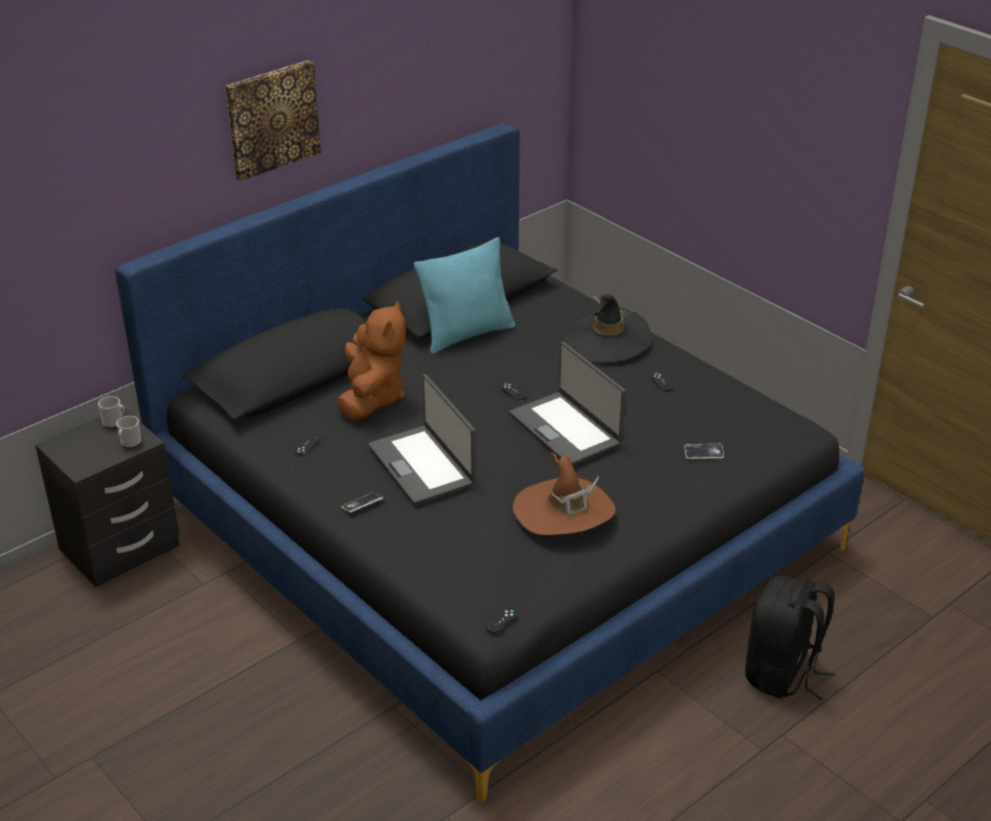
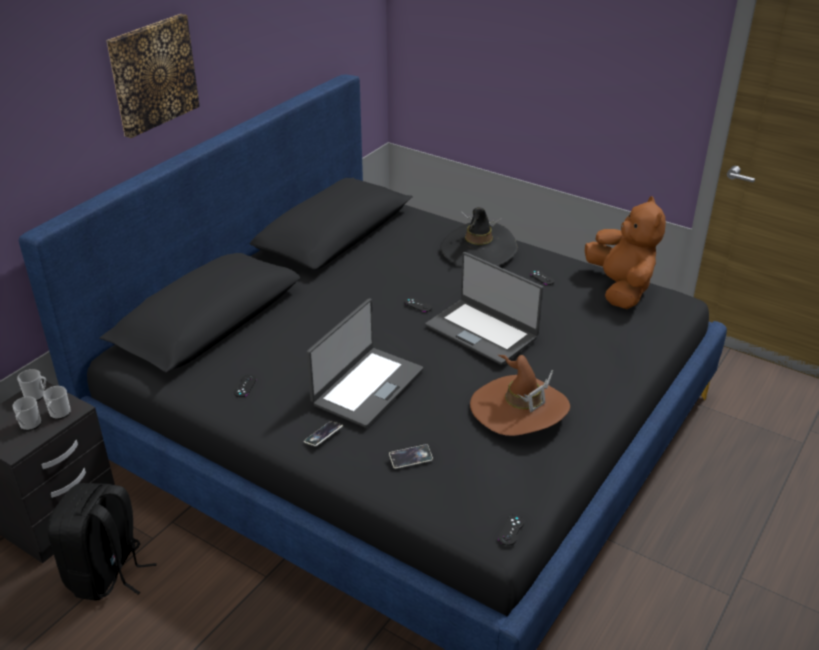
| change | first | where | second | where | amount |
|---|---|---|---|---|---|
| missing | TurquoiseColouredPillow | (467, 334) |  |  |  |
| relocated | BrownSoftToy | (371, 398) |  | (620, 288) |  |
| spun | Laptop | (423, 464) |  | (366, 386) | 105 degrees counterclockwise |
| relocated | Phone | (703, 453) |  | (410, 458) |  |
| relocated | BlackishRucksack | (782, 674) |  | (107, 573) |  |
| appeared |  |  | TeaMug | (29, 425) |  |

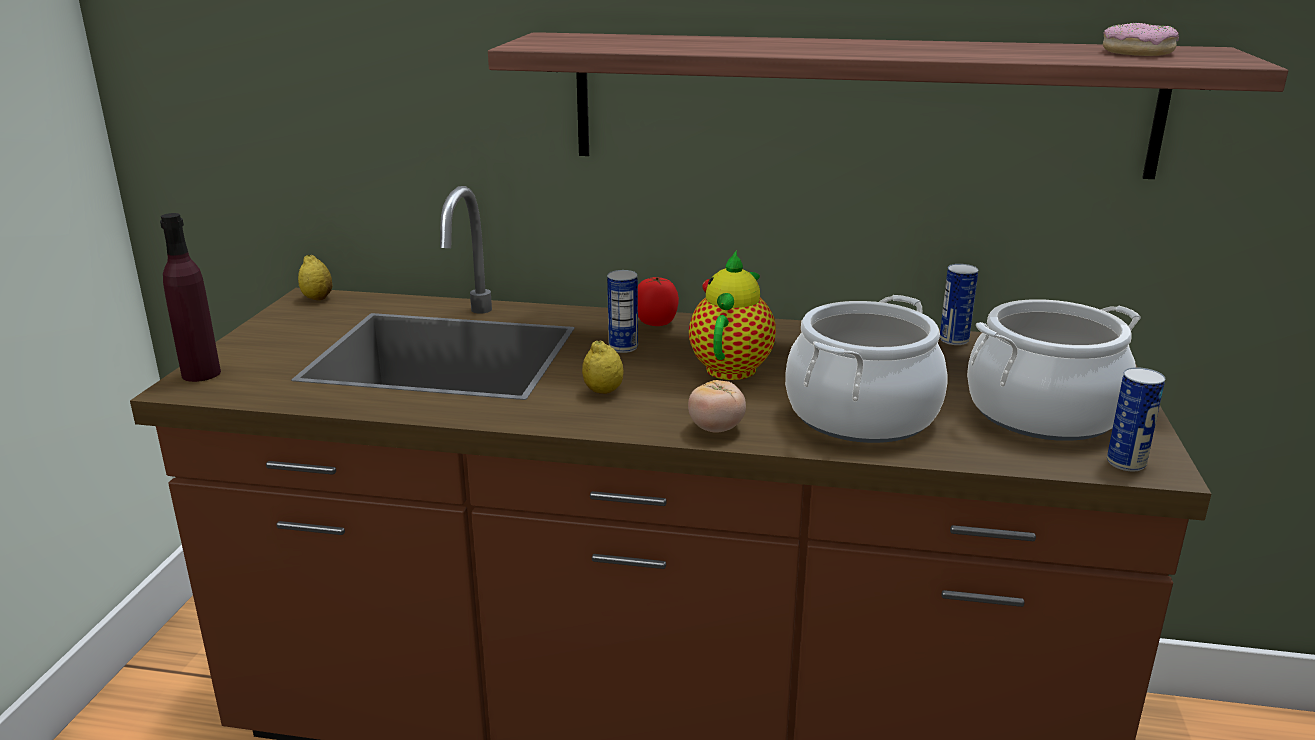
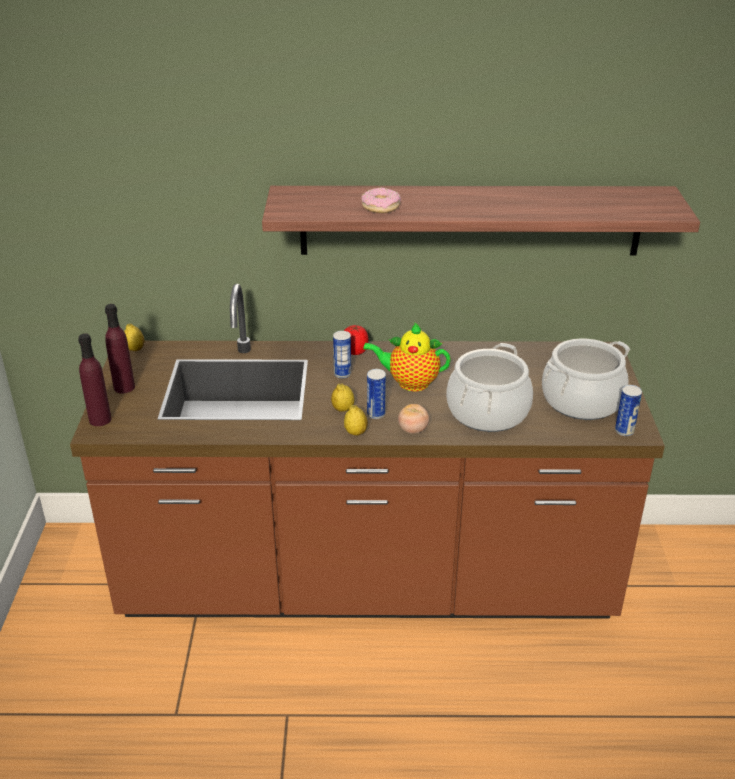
| change | first | where | second | where | amount |
|---|---|---|---|---|---|
| relocated | Donut | (1138, 52) |  | (381, 207) |  |
| spun | Teapot | (733, 366) |  | (409, 383) | 90 degrees counterclockwise |
| relocated | SealedCan | (954, 340) |  | (376, 414) |  |
| appeared |  |  | PurpleBeverageBottle | (124, 387) |  |
| appeared |  |  | WholeLemon | (356, 433) |  |

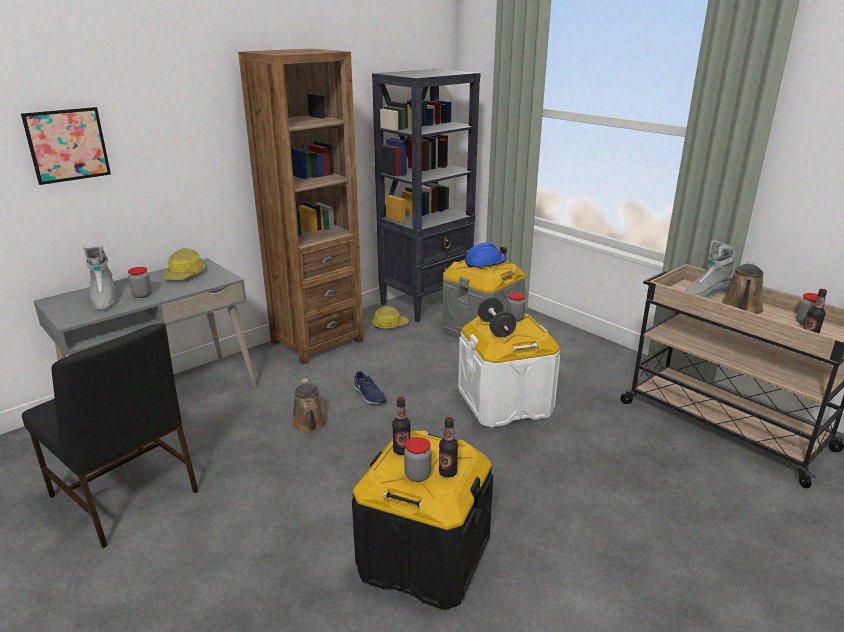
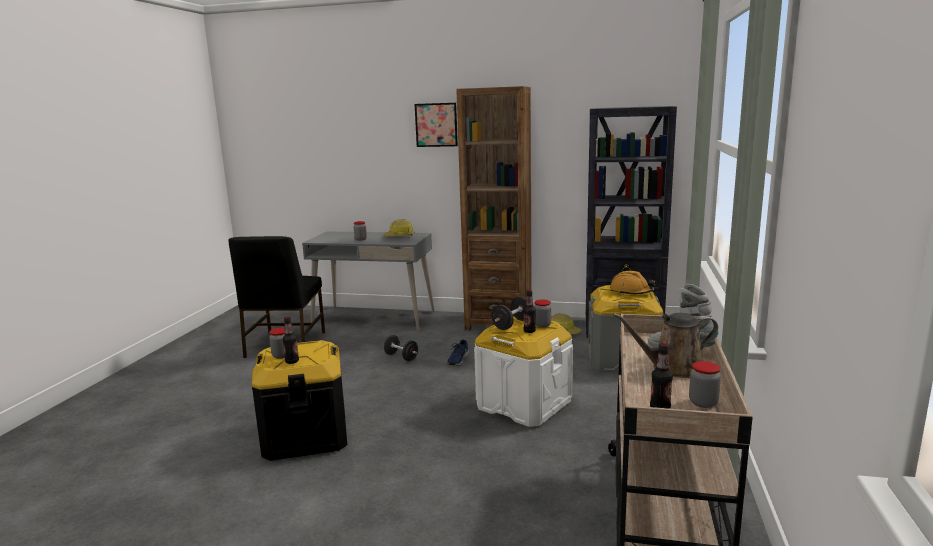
| change | first | where | second | where | amount |
|---|---|---|---|---|---|
| relocated | WallArt | (67, 145) |  | (436, 125) |  |
| colour | BlueWorkHelmet | (485, 263) | OrangeWorkHelmet | (631, 292) |  |
| missing | GrayHighTopBoot | (104, 301) |  |  |  |
| exchanged | BrownSprinklingCan | (310, 424) | BlackishHandWeight | (401, 357) |  |
| relocated | BeverageBottle | (401, 450) |  | (529, 331) |  |

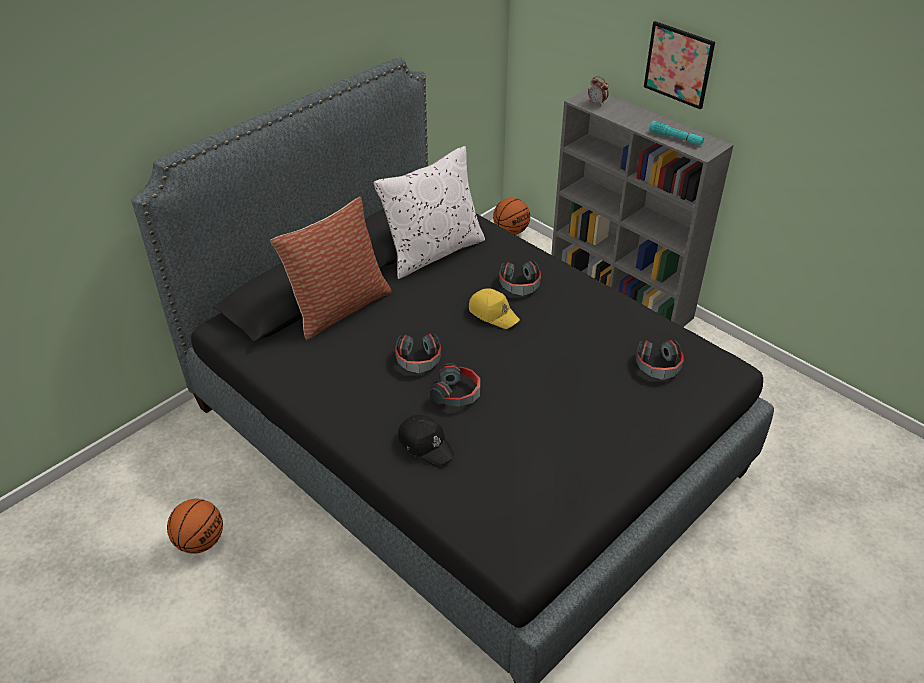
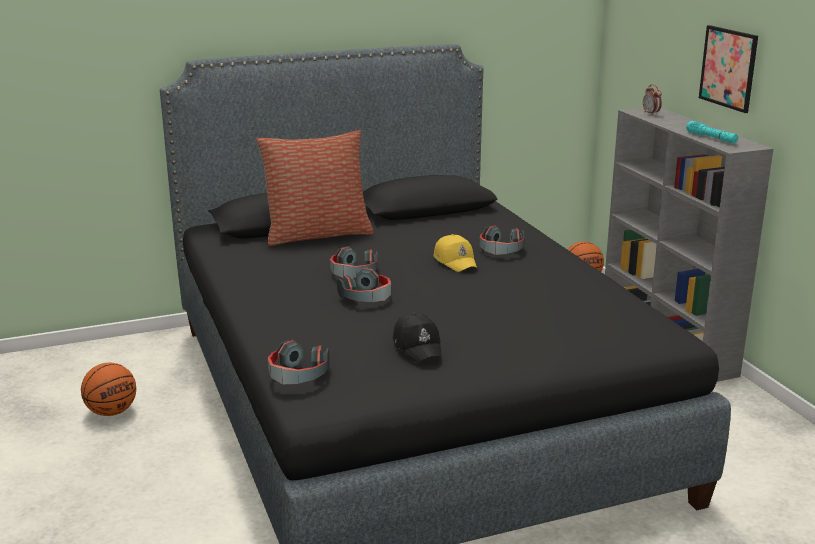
| change | first | where | second | where | amount |
|---|---|---|---|---|---|
| missing | WhitePillow | (433, 251) |  |  |  |
| relocated | Headphones | (658, 366) |  | (297, 375) |  |
| relocated | BlackishCap | (426, 444) |  | (418, 346) |  |

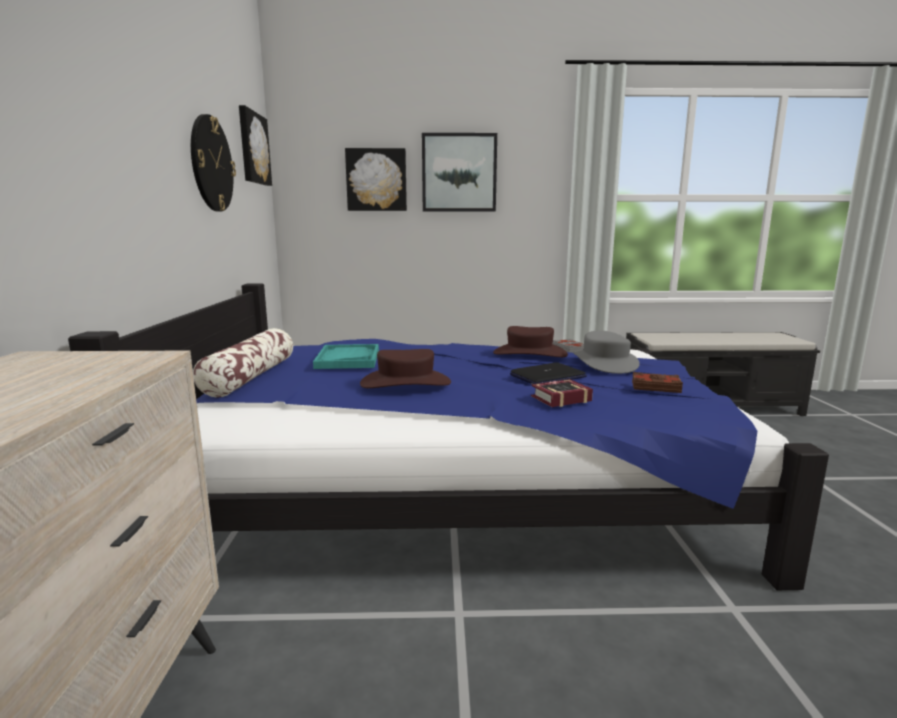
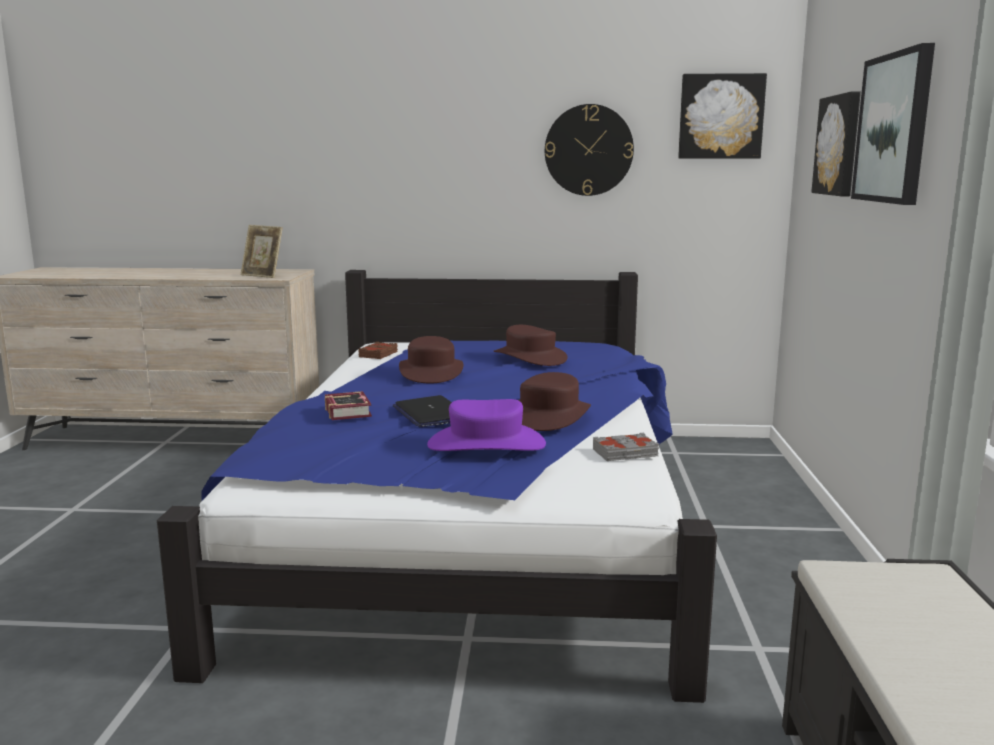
| change | first | where | second | where | amount |
|---|---|---|---|---|---|
| missing | Pillow | (250, 377) |  |  |  |
| colour | GrayWearableHat | (605, 363) | PurpleWearableHat | (486, 444) |  |
| exchanged | TurquoiseColouredTray | (348, 359) | BrownWearableHat | (530, 357) |  |
| relocated | BrownBook | (655, 387) |  | (379, 354) |  |
| appeared |  |  | StandingFrame | (263, 276) |  |

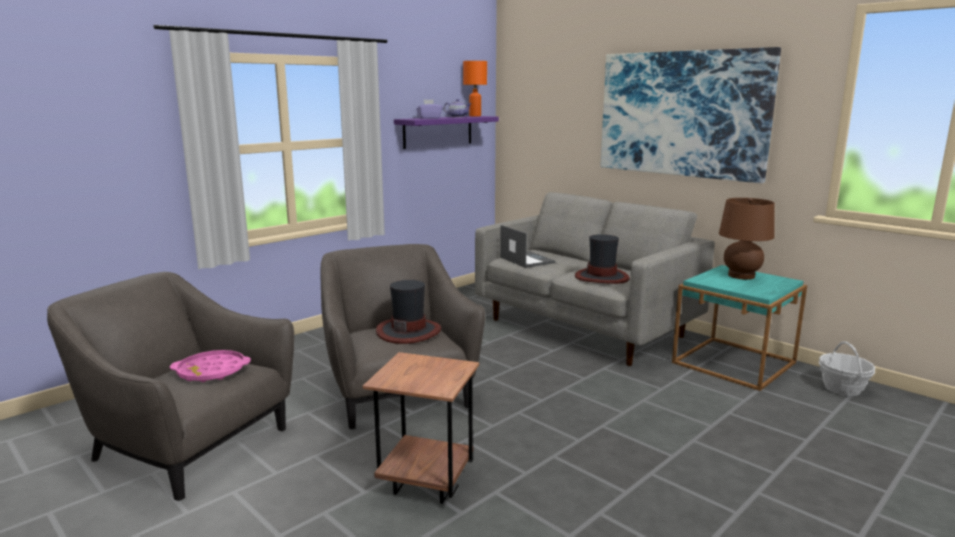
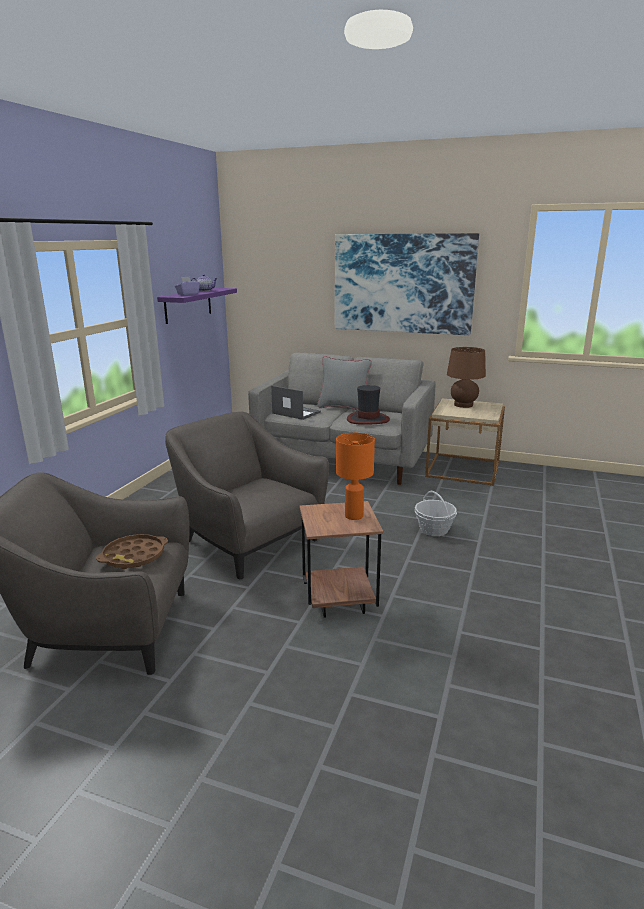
| change | first | where | second | where | amount |
|---|---|---|---|---|---|
| relocated | OrangeTabletopLamp | (474, 116) |  | (353, 516) |  |
| colour | TurquoiseColouredEndTable | (733, 362) | BeigeColouredEndTable | (463, 469) |  |
| missing | WearableHat | (409, 331) |  |  |  |
| relocated | HouseholdBasket | (842, 388) |  | (434, 529) |  |
| colour | PinkTray | (211, 371) | BrownTray | (134, 556) |  |
| appeared |  |  | GrayPillow | (343, 408) |  |

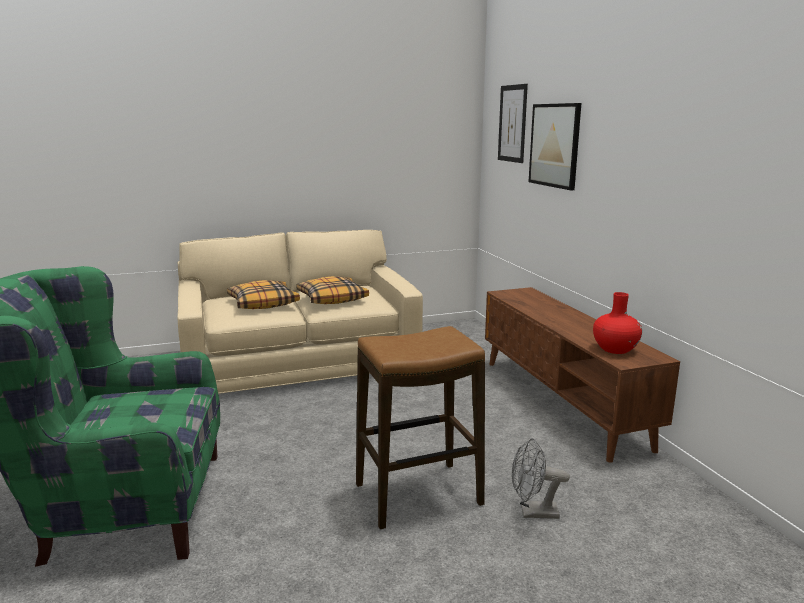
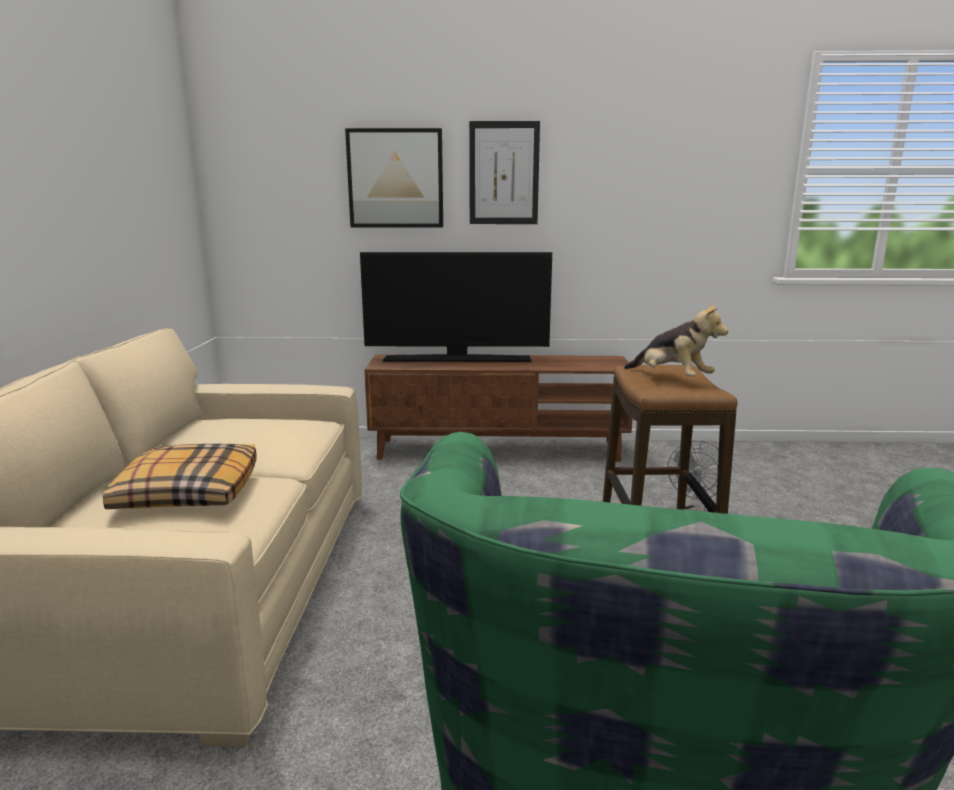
| change | first | where | second | where | amount |
|---|---|---|---|---|---|
| relocated | WallArt | (512, 123) |  | (504, 173) |  |
| missing | Pillow | (332, 299) |  |  |  |
| missing | RedVase | (615, 349) |  |  |  |
| appeared |  |  | Television | (458, 359) |  |
| appeared |  |  | SoftToy | (671, 378) |  |

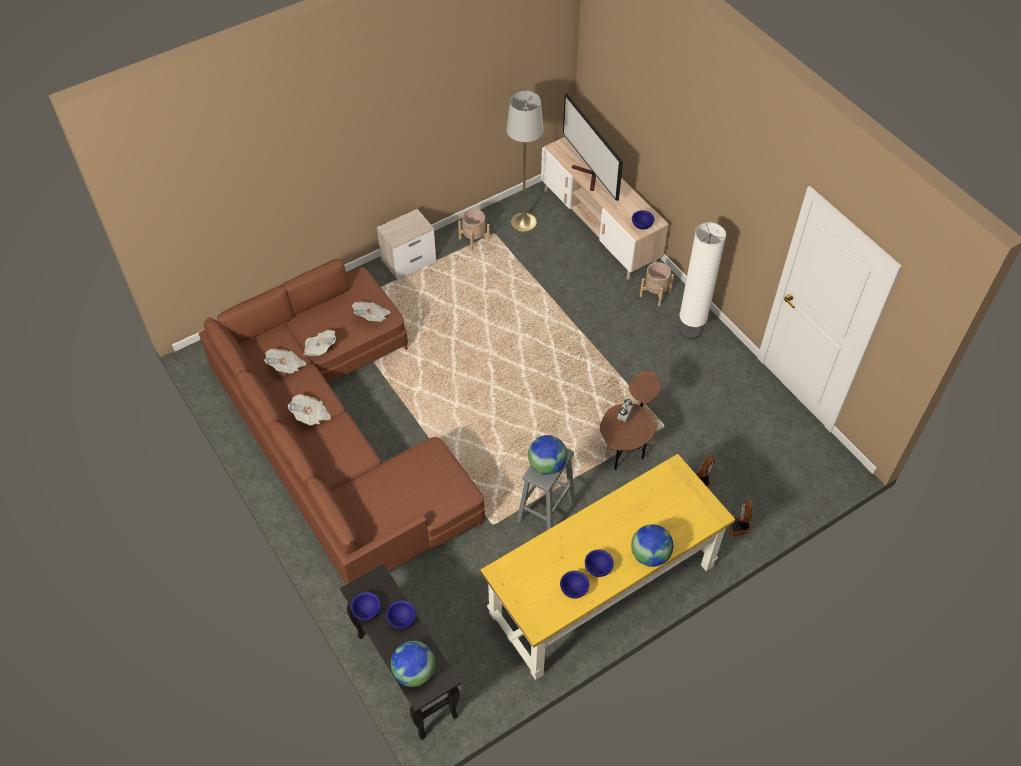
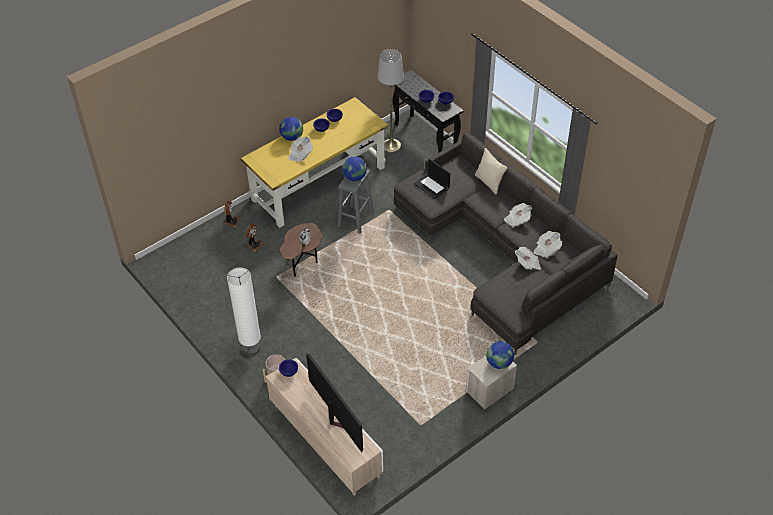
| change | first | where | second | where | amount |
|---|---|---|---|---|---|
| relocated | GrayStandardLamp | (523, 222) |  | (391, 145) |  |
| missing | BeigeColouredFlowerPot | (474, 240) |  |  |  |
| colour | BrownSettee | (338, 435) | GraySettee | (503, 252) |  |
| relocated | DailyPaper | (372, 317) |  | (300, 154) |  |
| relocated | DeskGlobe | (414, 672) |  | (499, 363) |  |
| appeared |  |  | BeigeColouredPillow | (489, 182) |  |
| appeared |  |  | Laptop | (432, 186) |  |

